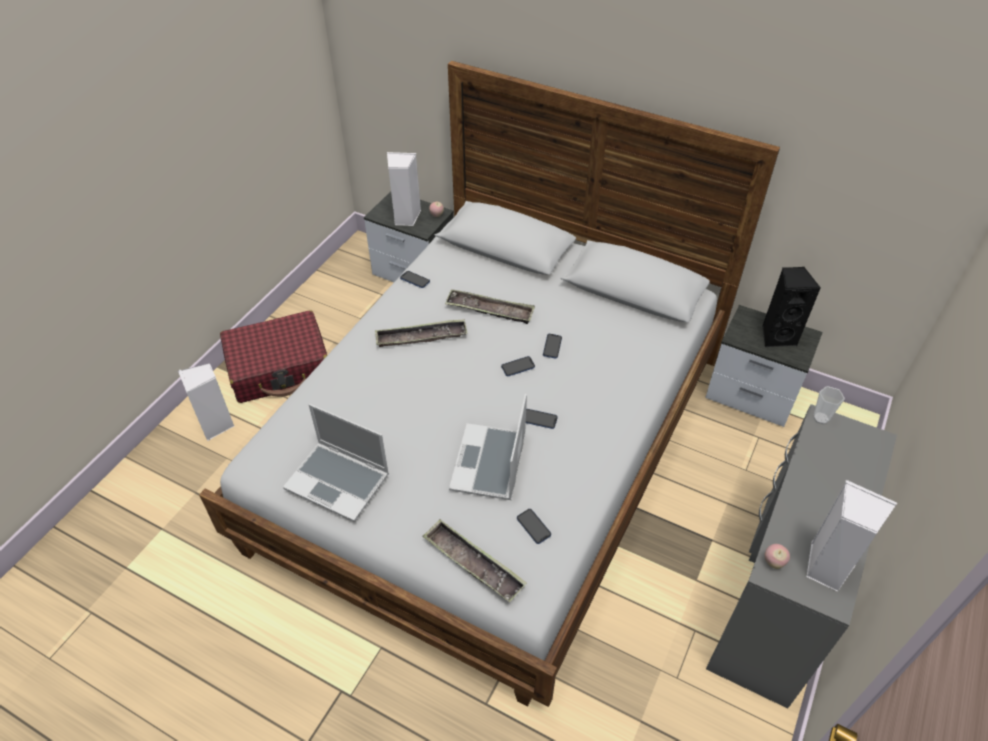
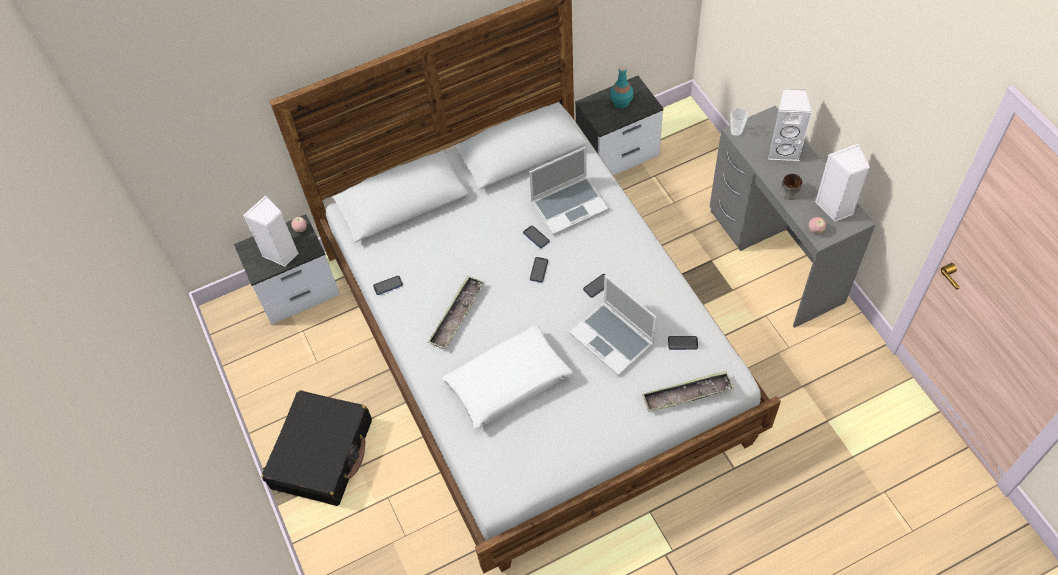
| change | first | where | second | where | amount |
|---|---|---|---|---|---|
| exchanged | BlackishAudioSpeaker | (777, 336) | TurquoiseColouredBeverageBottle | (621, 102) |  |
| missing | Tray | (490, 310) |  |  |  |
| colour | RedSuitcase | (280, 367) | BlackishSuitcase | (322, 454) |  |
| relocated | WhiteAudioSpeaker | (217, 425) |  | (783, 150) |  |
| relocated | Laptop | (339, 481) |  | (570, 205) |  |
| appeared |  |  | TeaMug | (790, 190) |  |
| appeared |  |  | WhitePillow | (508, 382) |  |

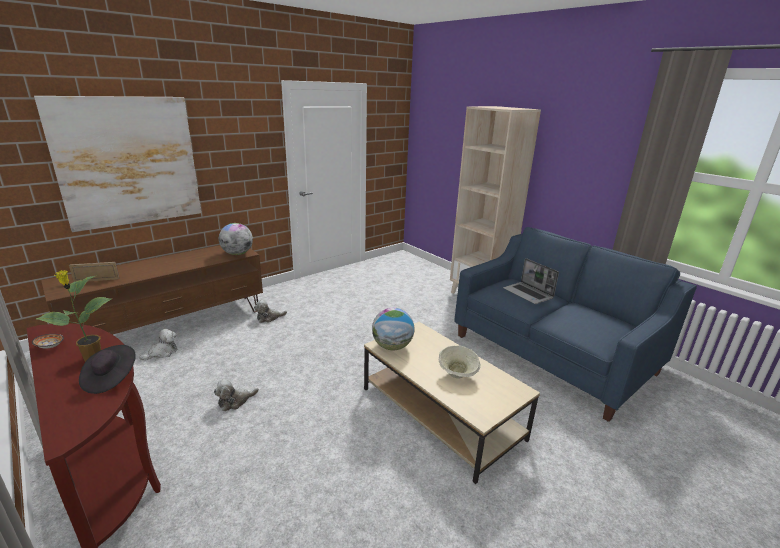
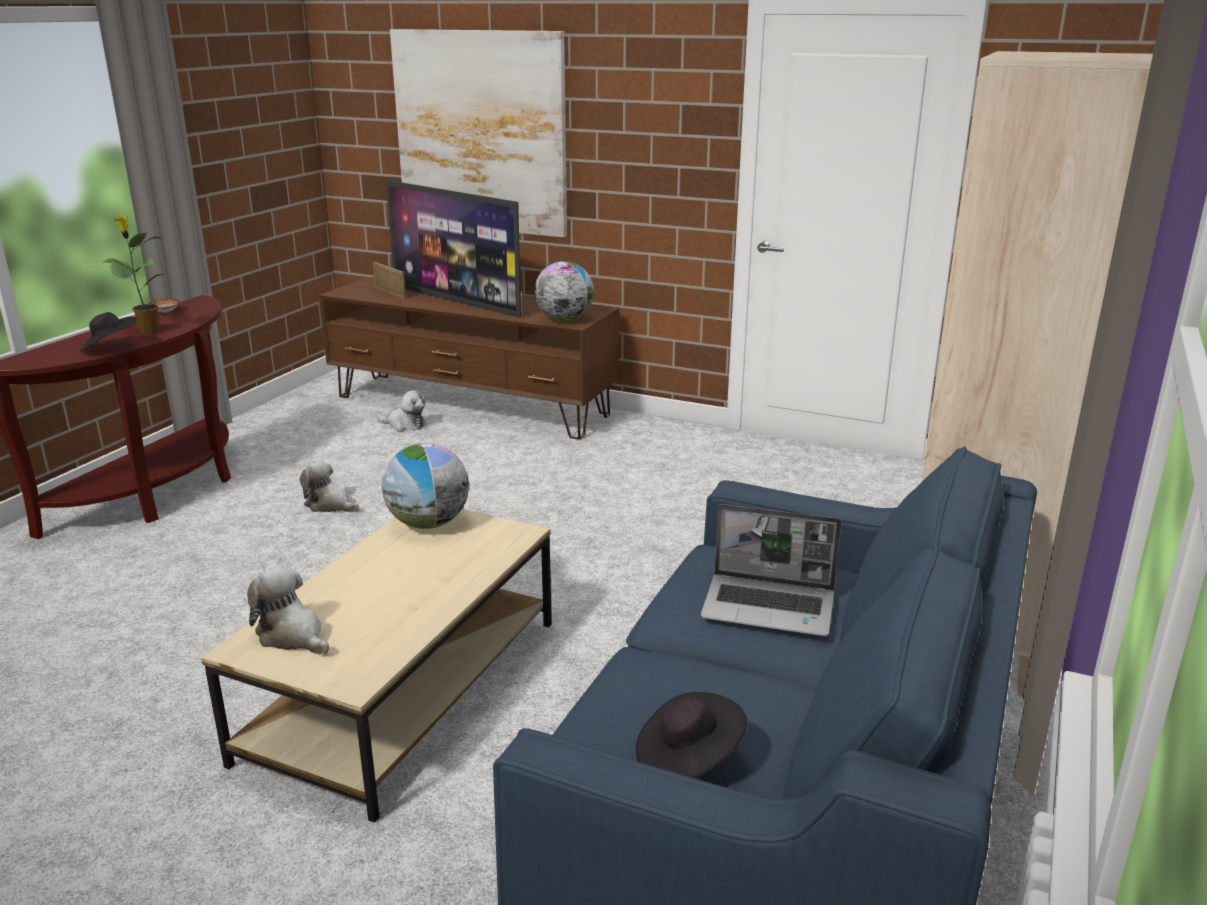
| change | first | where | second | where | amount |
|---|---|---|---|---|---|
| spun | Laptop | (528, 294) |  | (770, 607) | 105 degrees counterclockwise |
| relocated | SoftToy | (269, 318) |  | (292, 635) |  |
| missing | BeigeColouredBowl | (458, 374) |  |  |  |
| appeared |  |  | Television | (457, 301) |  |
| appeared |  |  | BlackishWearableHat | (687, 758) |  |

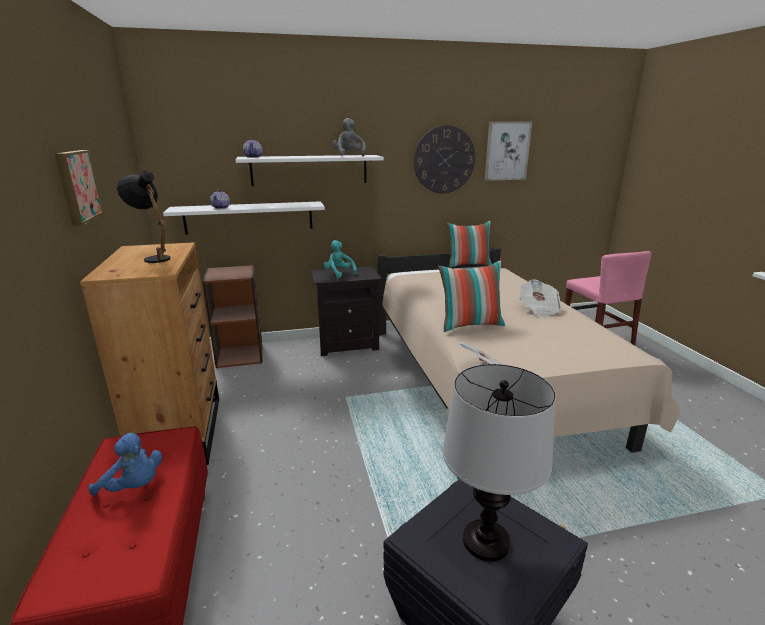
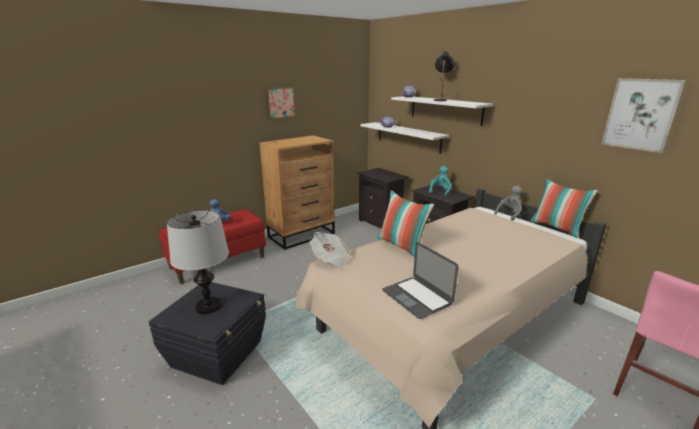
| change | first | where | second | where | amount |
|---|---|---|---|---|---|
| relocated | GraySoftToy | (349, 155) |  | (509, 214) |  |
| missing | HangingClock | (444, 160) |  |  |  |
| relocated | BlackishTabletopLamp | (154, 257) |  | (441, 100) |  |
| exchanged | BrownBookshelf | (240, 355) | BlackishNightTable | (381, 222) |  |
| missing | DailyPaper | (538, 310) |  |  |  |
| appeared |  |  | Laptop | (417, 297) |  |

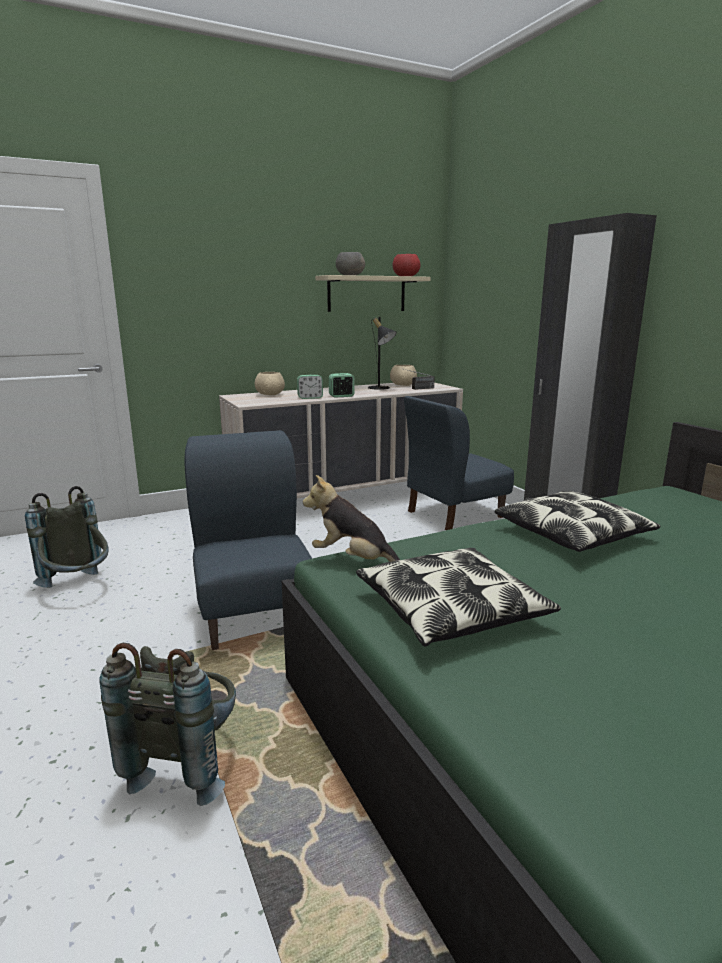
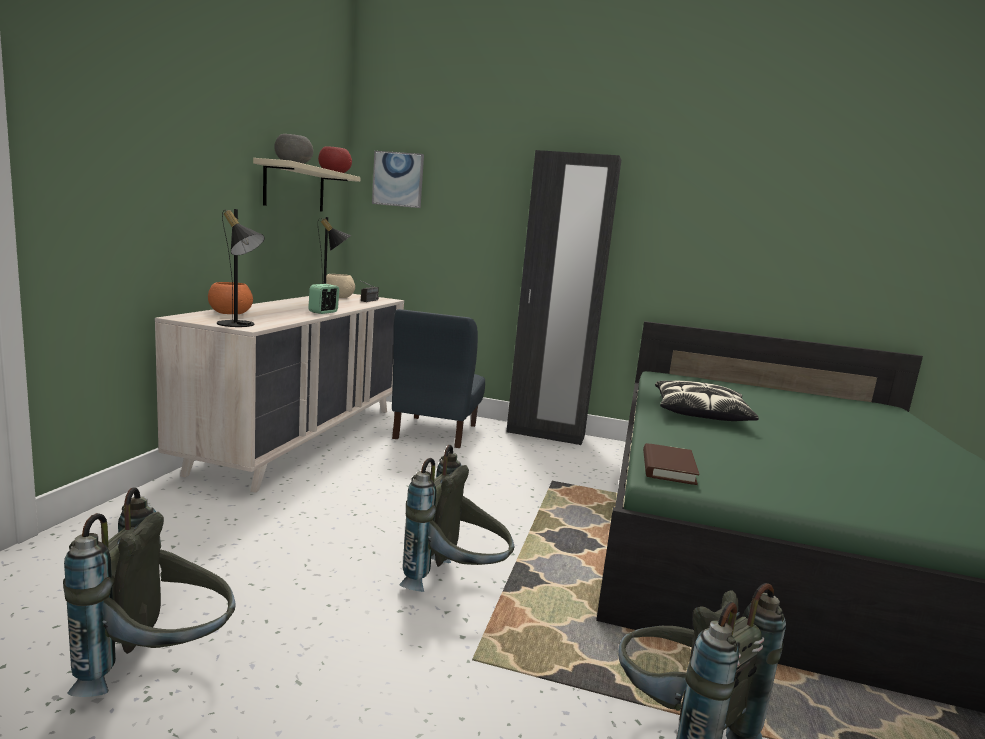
| change | first | where | second | where | amount |
|---|---|---|---|---|---|
| colour | BeigeColouredBowl | (270, 394) | OrangeBowl | (230, 313) |  |
| missing | AlarmClock | (310, 398) |  |  |  |
| exchanged | BlueChair | (255, 613) | GrayRucksack | (456, 583) |  |
| exchanged | SoftToy | (354, 560) | BrownBook | (668, 468) |  |
| missing | Pillow | (450, 610) |  |  |  |
| appeared |  |  | WallArt | (398, 179) |  |
| appeared |  |  | BlackishTabletopLamp | (239, 325) |  |

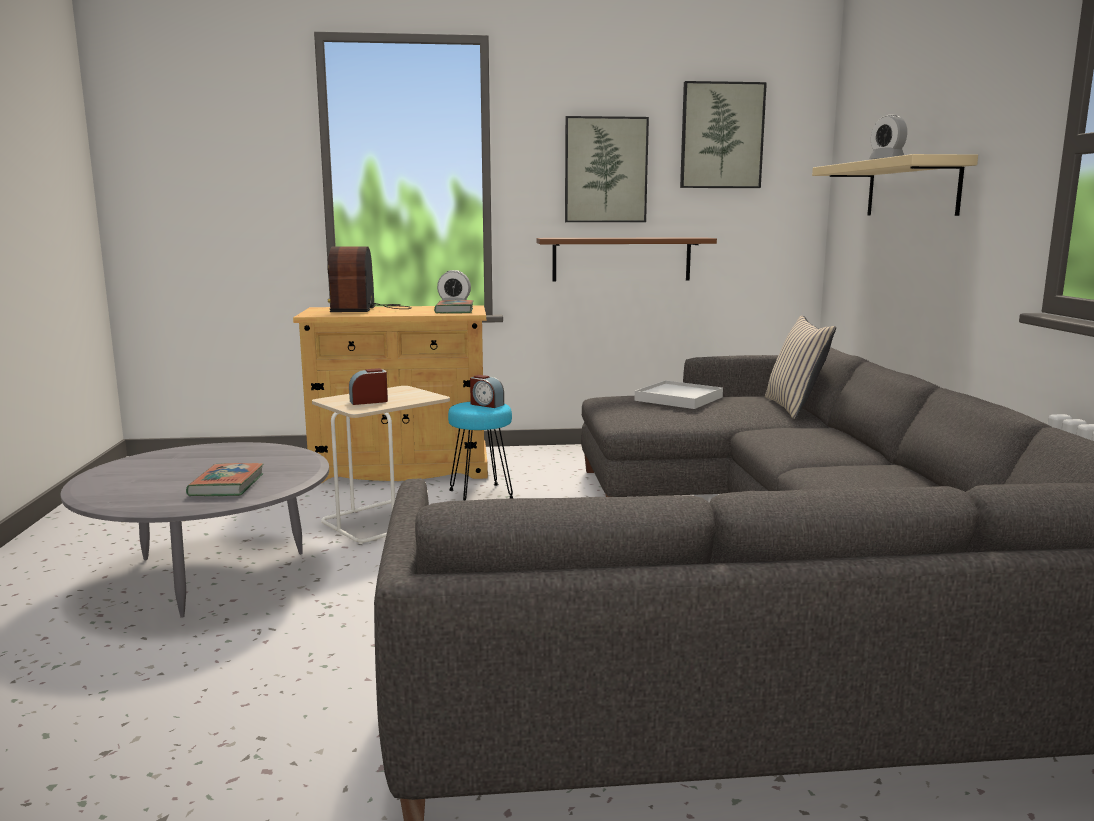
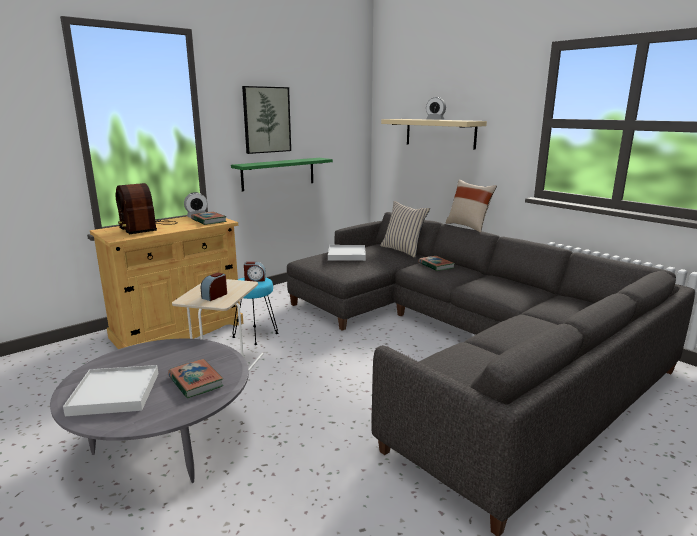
| change | first | where | second | where | amount |
|---|---|---|---|---|---|
| missing | WallArt | (721, 136) |  |  |  |
| colour | BrownBracketShelf | (621, 259) | GreenColouredBracketShelf | (278, 174) |  |
| appeared |  |  | BeigeColouredPillow | (468, 226) |  |
| appeared |  |  | Book | (436, 265) |  |
| appeared |  |  | WhiteTray | (115, 393) |  |

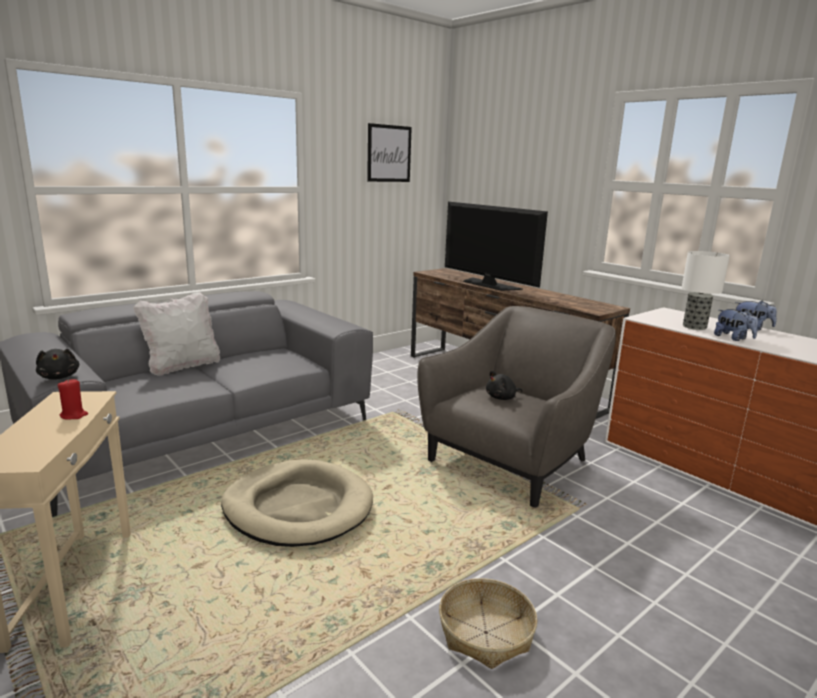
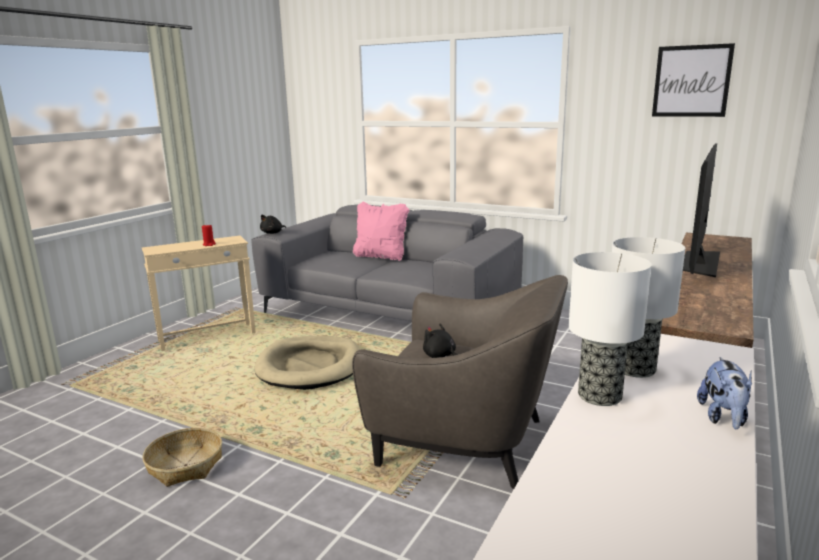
| change | first | where | second | where | amount |
|---|---|---|---|---|---|
| colour | WhitePillow | (182, 367) | PinkPillow | (381, 257) |  |
| exchanged | SoftToy | (733, 338) | TabletopLamp | (600, 396) |  |

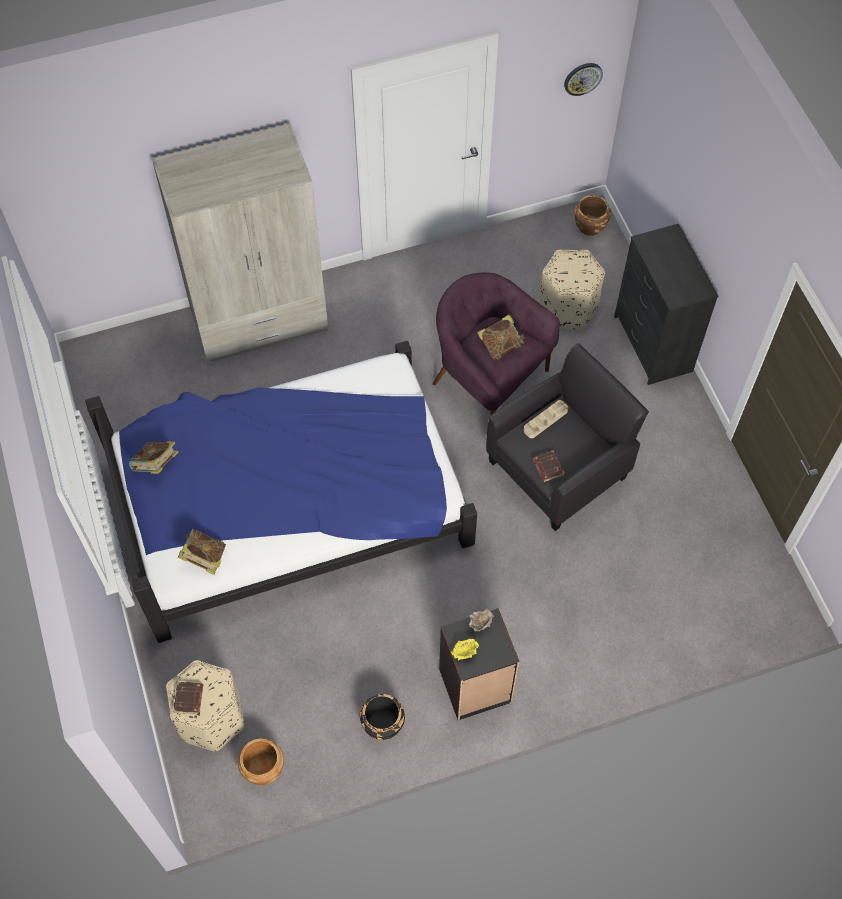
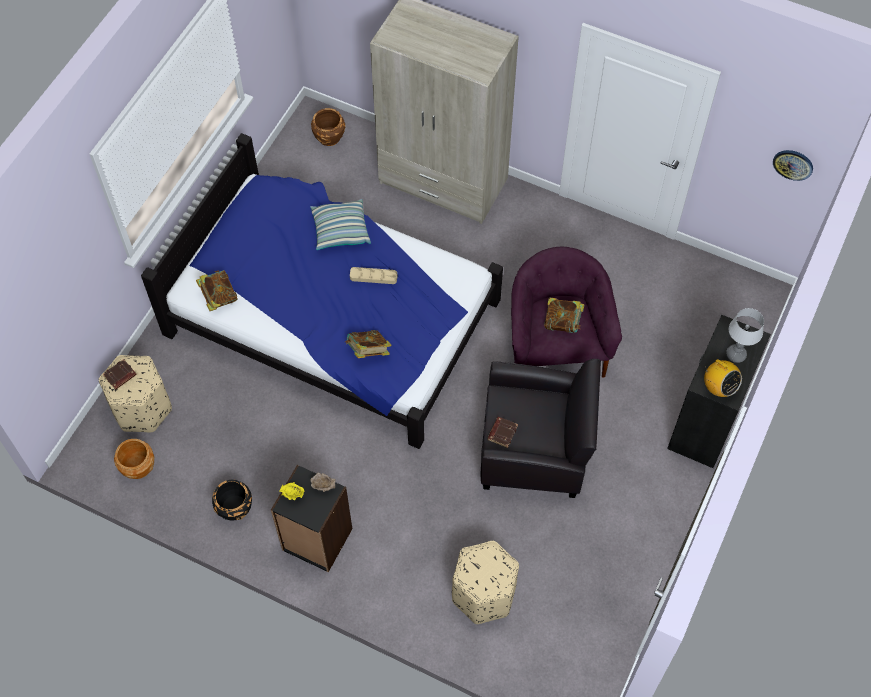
| change | first | where | second | where | amount |
|---|---|---|---|---|---|
| relocated | BrownFlowerPot | (590, 226) |  | (329, 137) |  |
| relocated | BeigeColouredPouffe | (567, 308) |  | (484, 593) |  |
| relocated | BeigeColouredTray | (545, 420) |  | (373, 277) |  |
| relocated | Book | (156, 465) |  | (368, 351) |  |
| appeared |  |  | Pillow | (340, 230) |  |
| appeared |  |  | TabletopLamp | (735, 355) |  |
| appeared |  |  | Radio | (718, 387) |  |

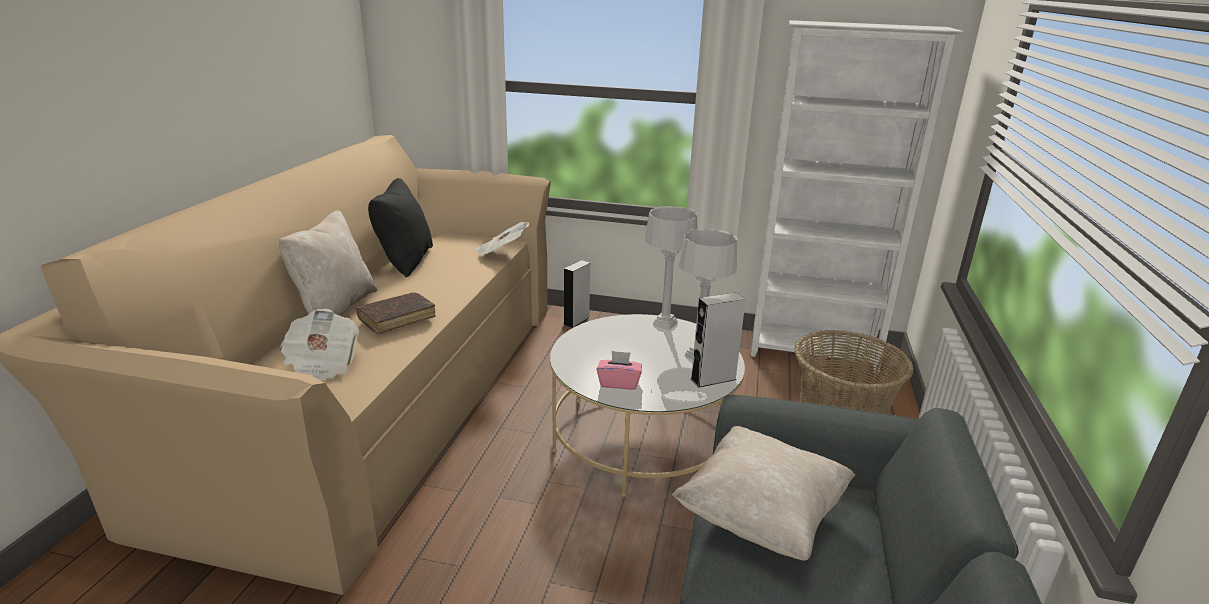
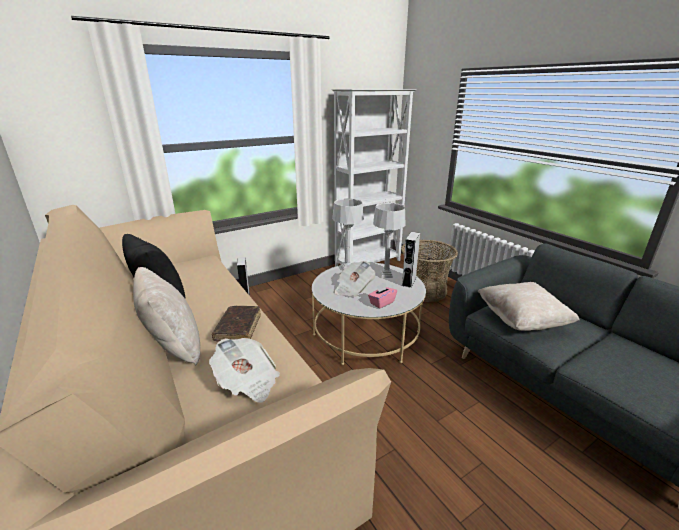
| change | first | where | second | where | amount |
|---|---|---|---|---|---|
| relocated | DailyPaper | (501, 252) |  | (353, 288) |  |

